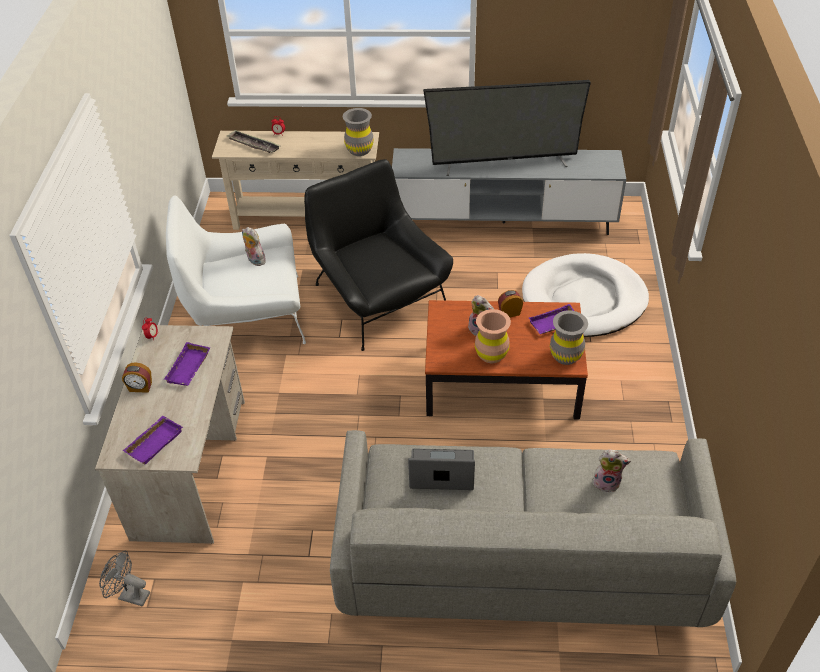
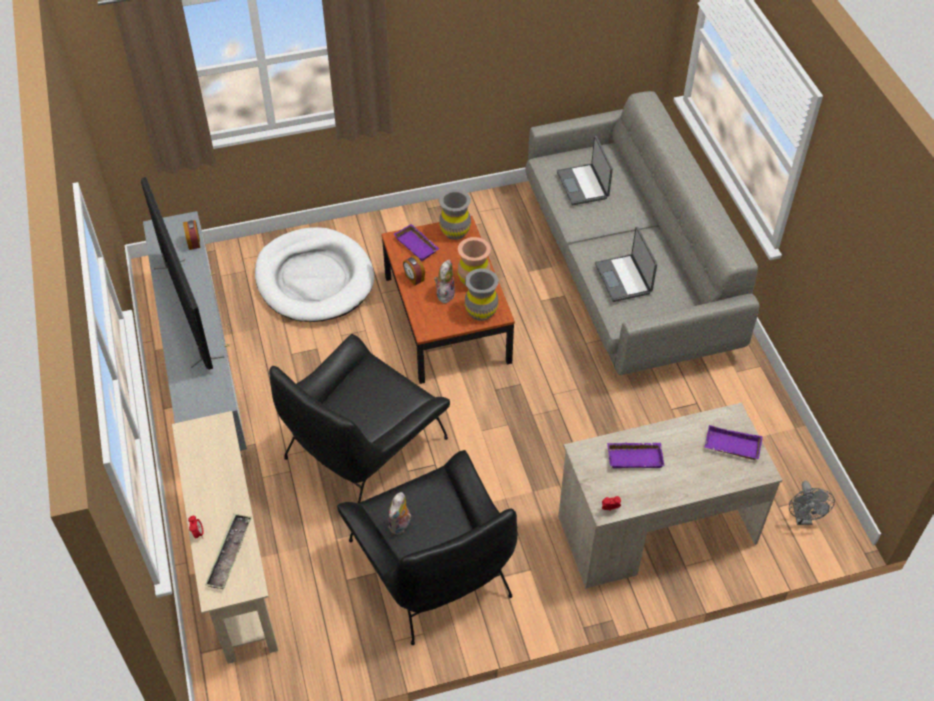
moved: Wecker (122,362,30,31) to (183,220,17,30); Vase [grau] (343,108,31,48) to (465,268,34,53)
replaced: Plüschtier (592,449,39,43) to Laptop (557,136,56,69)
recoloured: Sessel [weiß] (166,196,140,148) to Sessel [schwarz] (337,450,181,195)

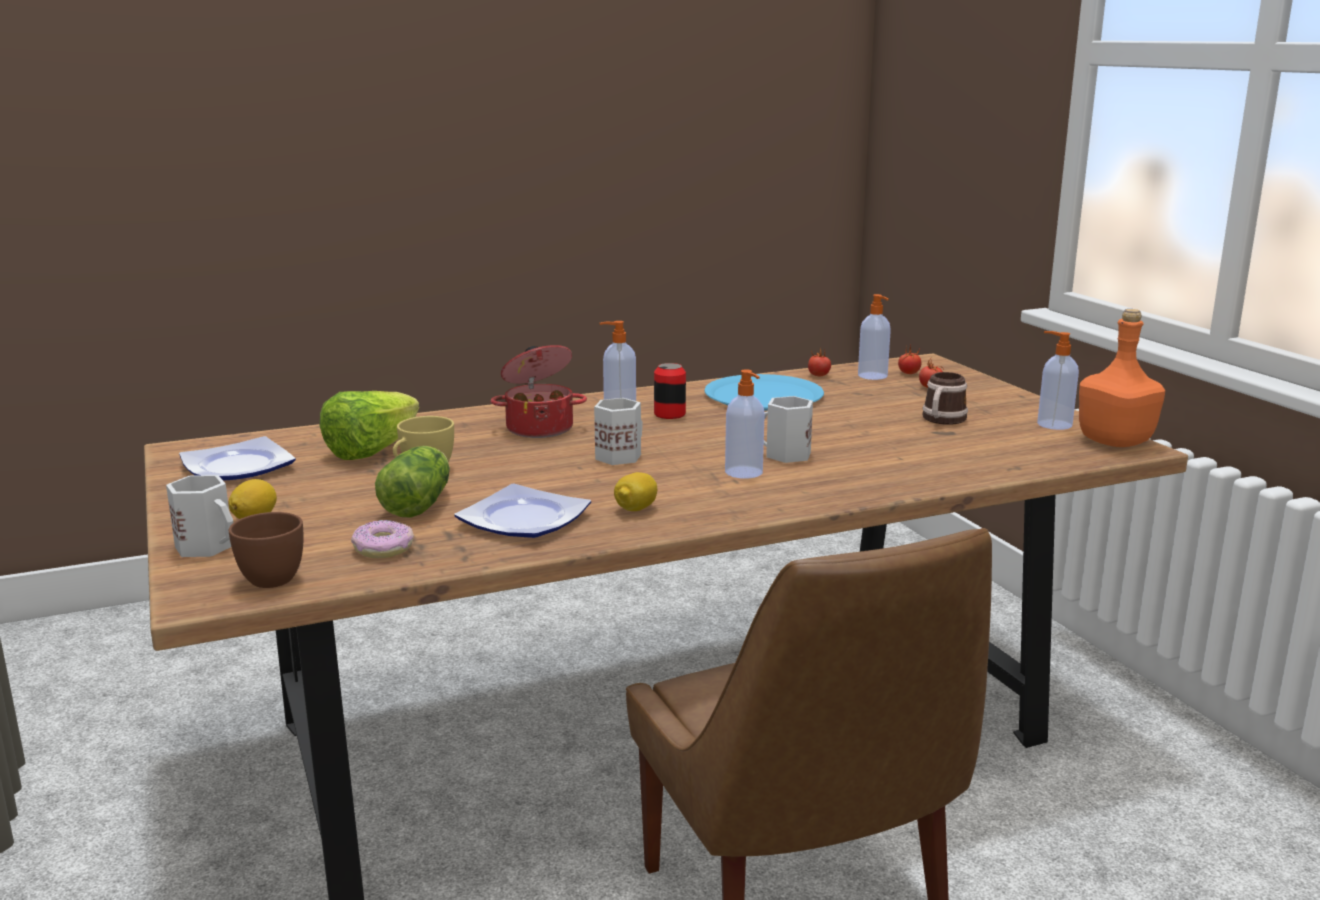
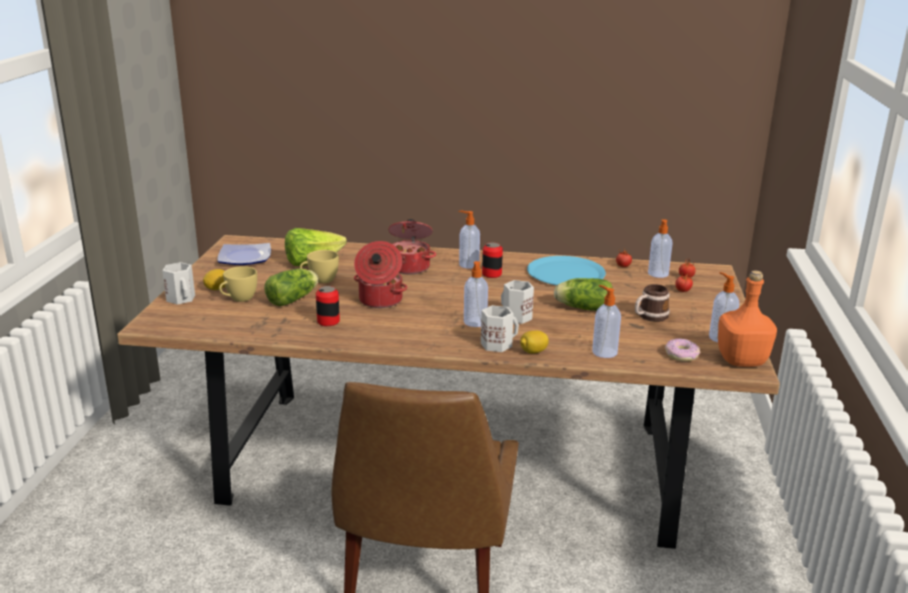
removed: Tasse [braun] (229,512,75,76)
added: Tasse [gelb] (219,266,38,36); Kochtopf (354,241,53,67); Salatkopf (554,278,59,33); Seifenspender (592,285,29,73)
moved: Henkelbecher [weiß] (594,398,49,67) to (481,305,38,47); Zitrone (614,472,43,39) to (520,331,29,23); Donut (351,520,63,38) to (665,338,35,24)
replaced: Teller (454,484,137,54) to Dose (316,286,24,40)

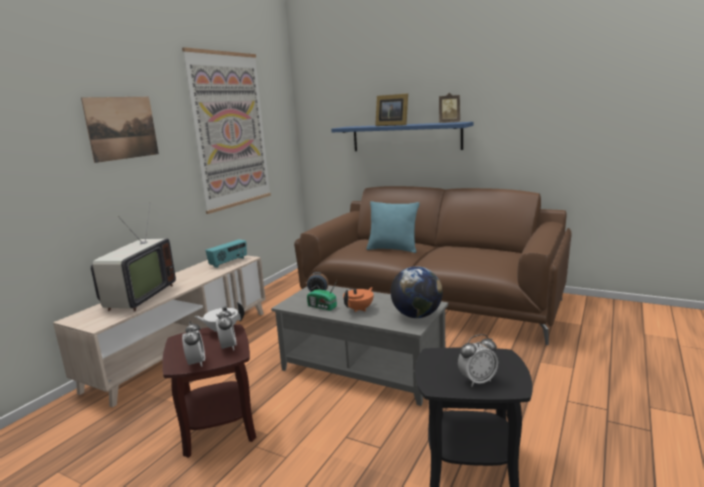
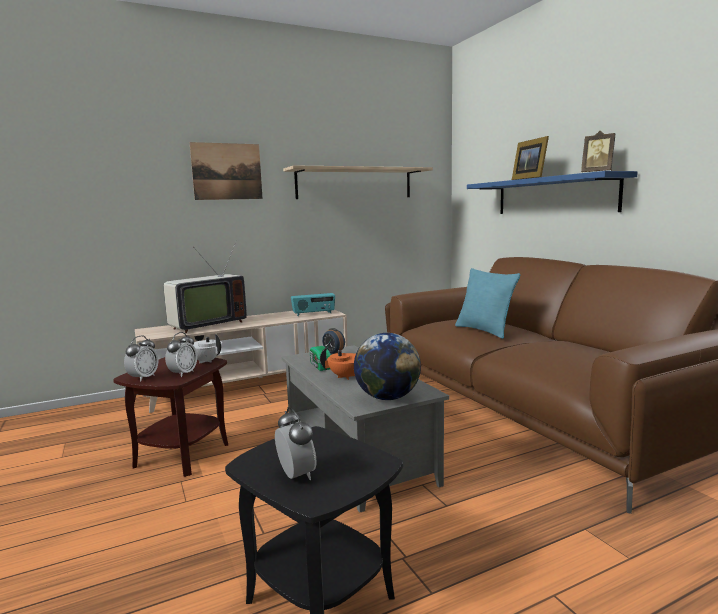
replaced: Bild (182,47,89,167) to Wandregal (283,165,150,34)
turned: Wecker (458,334,40,53) = (275,407,42,73) 135 degrees counterclockwise

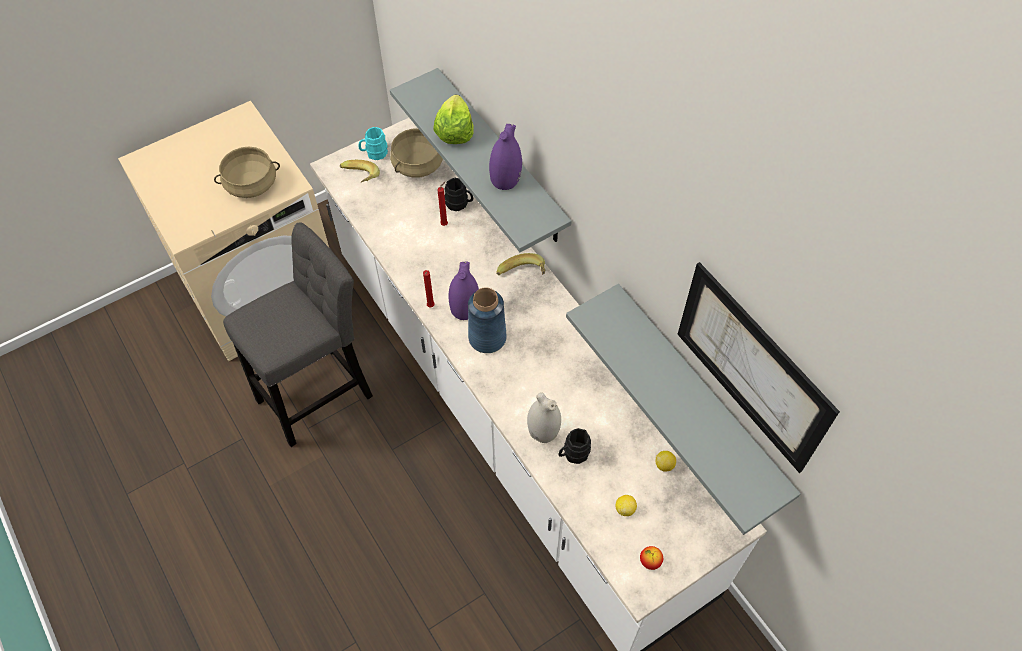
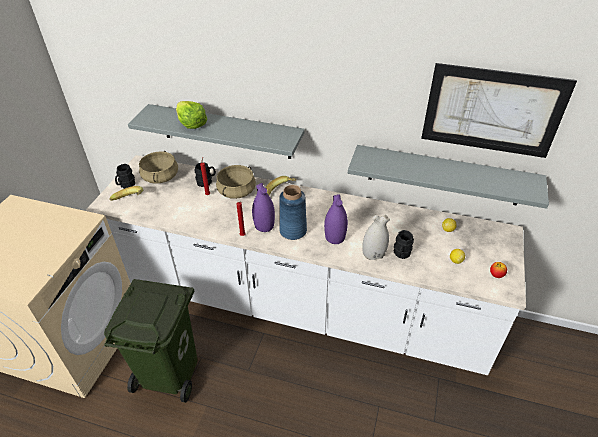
moved: Kochtopf [beige] (214,146,66,52) to (216,165,40,34); Vase [lila] (489,124,33,66) to (324,194,24,50)
replaced: Hocker [grau] (223,223,150,224) to Mülleimer [grün] (104,279,94,124)
recoloured: Henkelbecher [türkis] (358,127,30,33) to Henkelbecher [schwarz] (115,164,20,25)

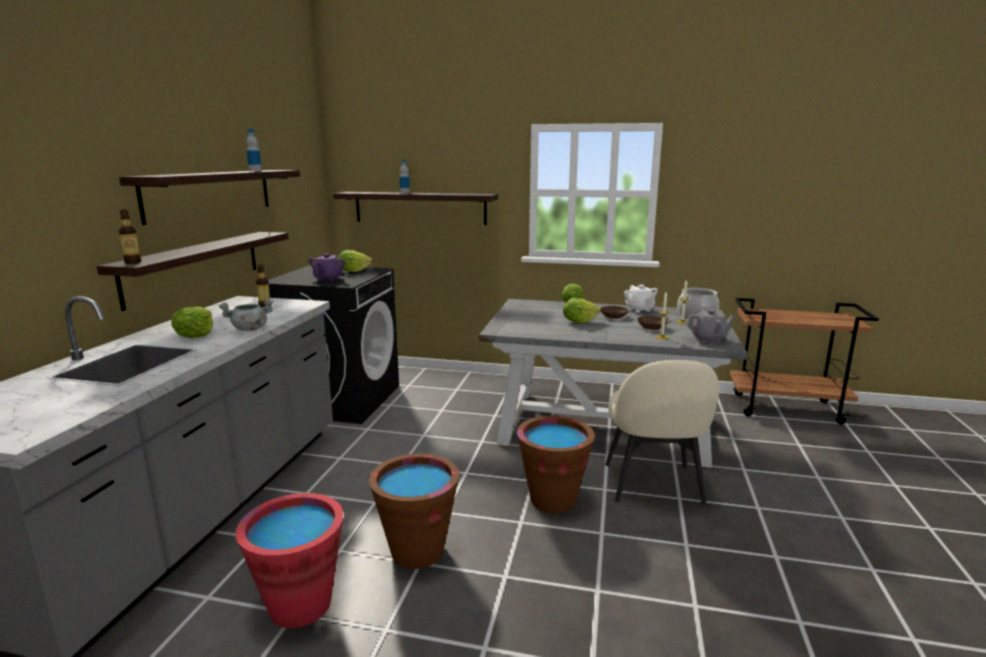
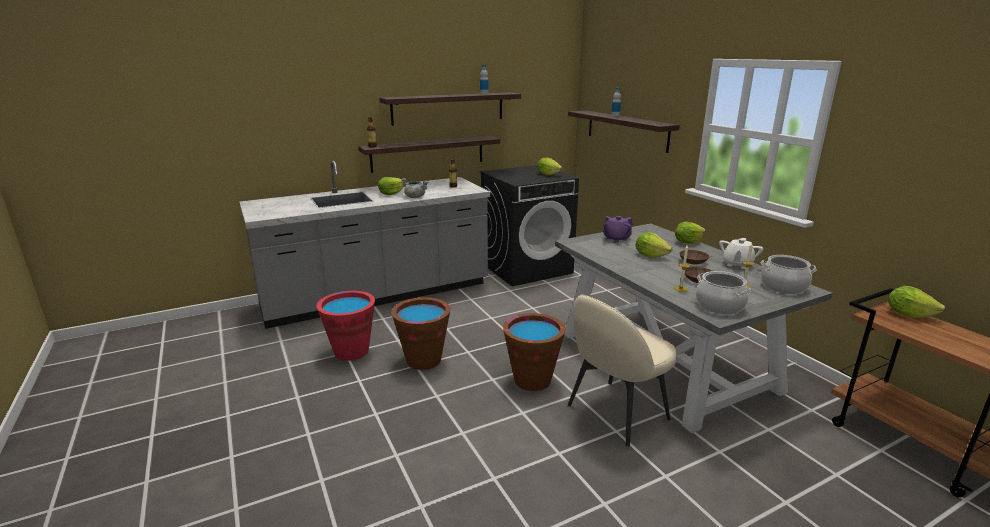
added: Salatkopf (888,286,57,32)
moved: Teekanne [lila] (308,254,38,28) to (603,216,30,27)
replaced: Teekanne [grau] (686,309,50,34) to Kochtopf (696,271,56,44)

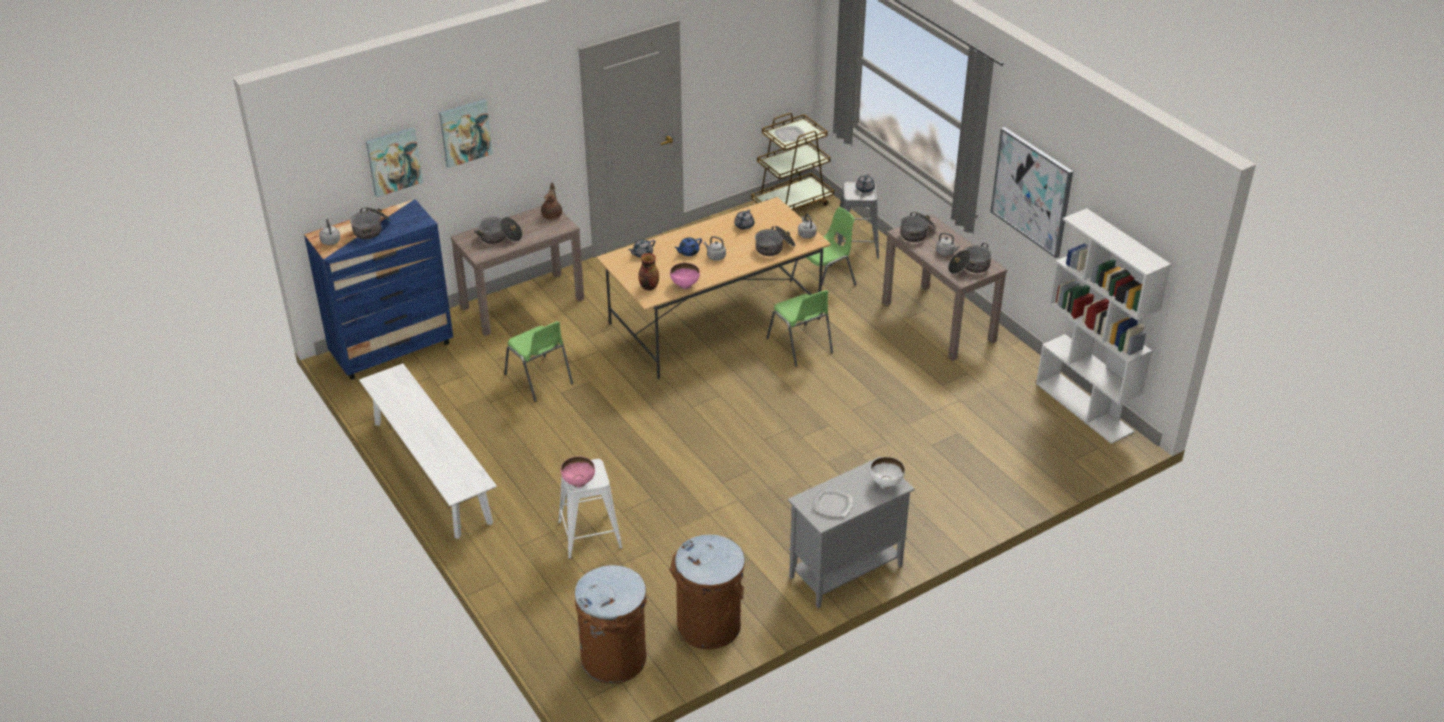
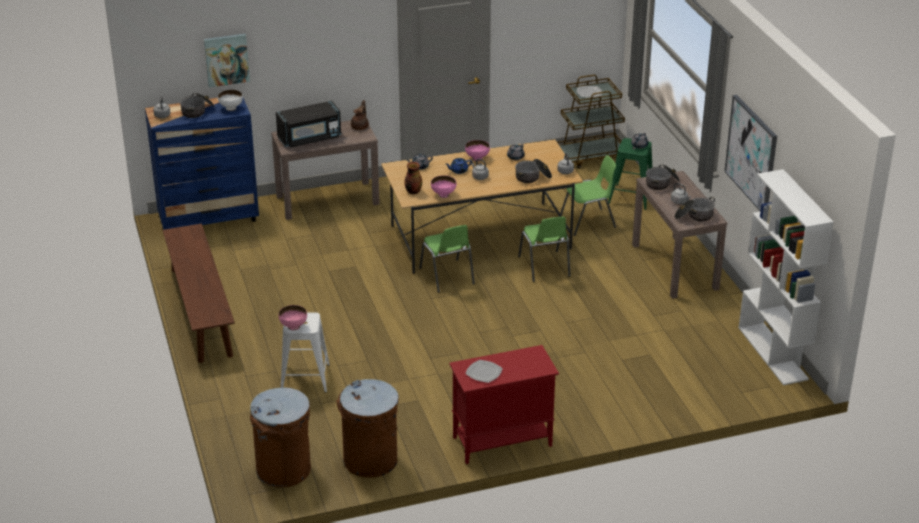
removed: Bild (439,99,54,69)
added: Schüssel [rosa] (465,140,25,21)
moved: Schüssel [weiß] (870,457,35,32) to (218,90,25,21); Stuhl [grün] (504,321,69,81) to (419,225,56,68)
replaced: Kochtopf (474,217,48,27) to Mikrowelle [schwarz] (276,101,65,46)
recoloured: Bank [weiß] (359,364,138,175) to Bank [braun] (163,224,72,139); Schrank [grau] (788,457,127,151) to Schrank [rot] (449,345,110,119); Hocker [grau] (835,182,44,77) to Hocker [grün] (608,138,44,72)

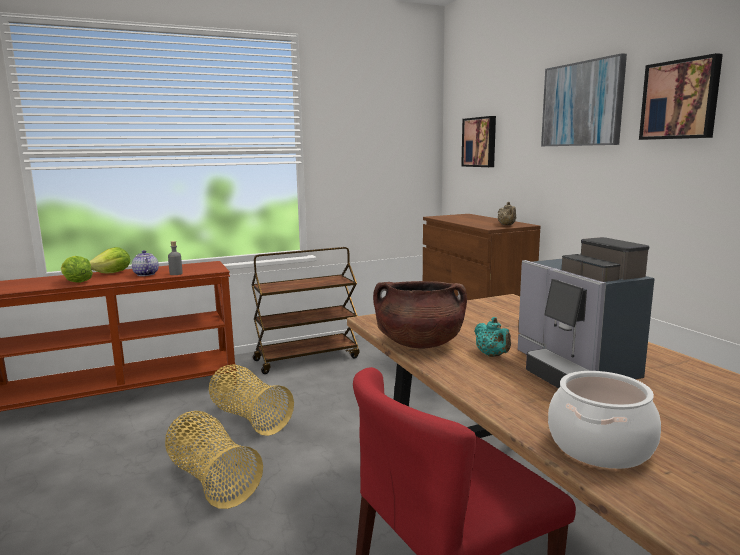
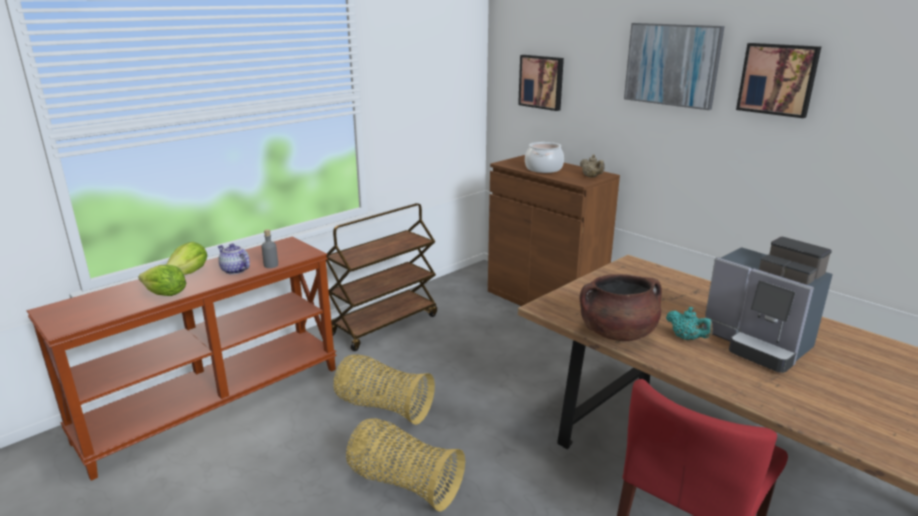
moved: Kochtopf (548,371,113,98) to (525,142,39,31)

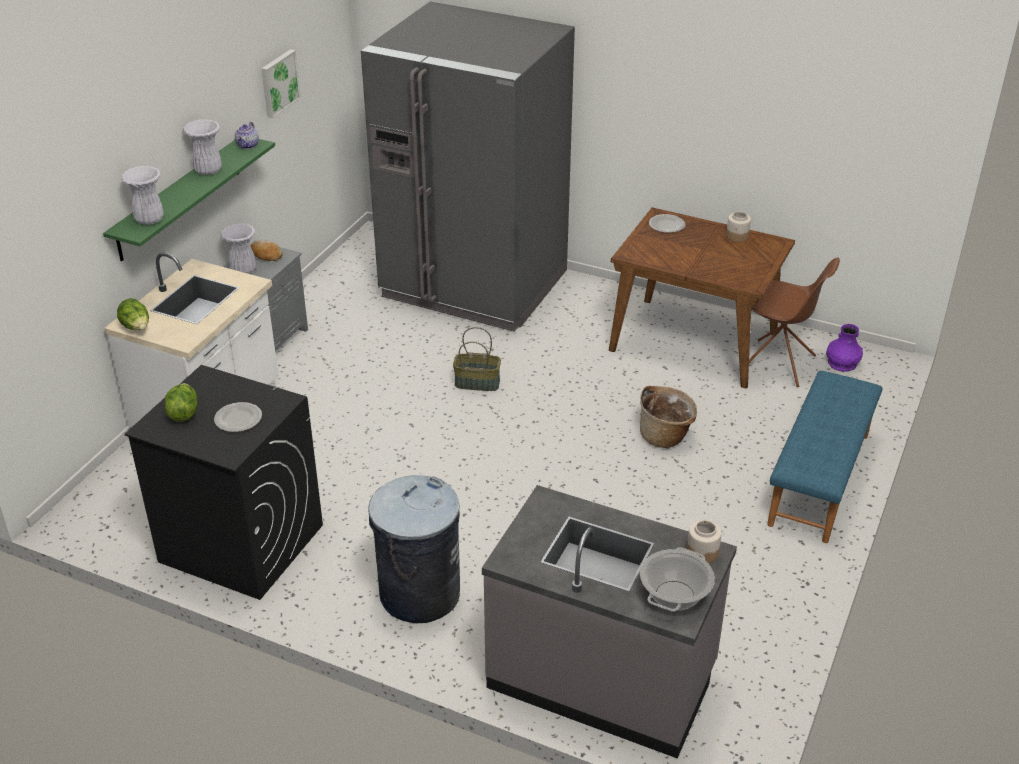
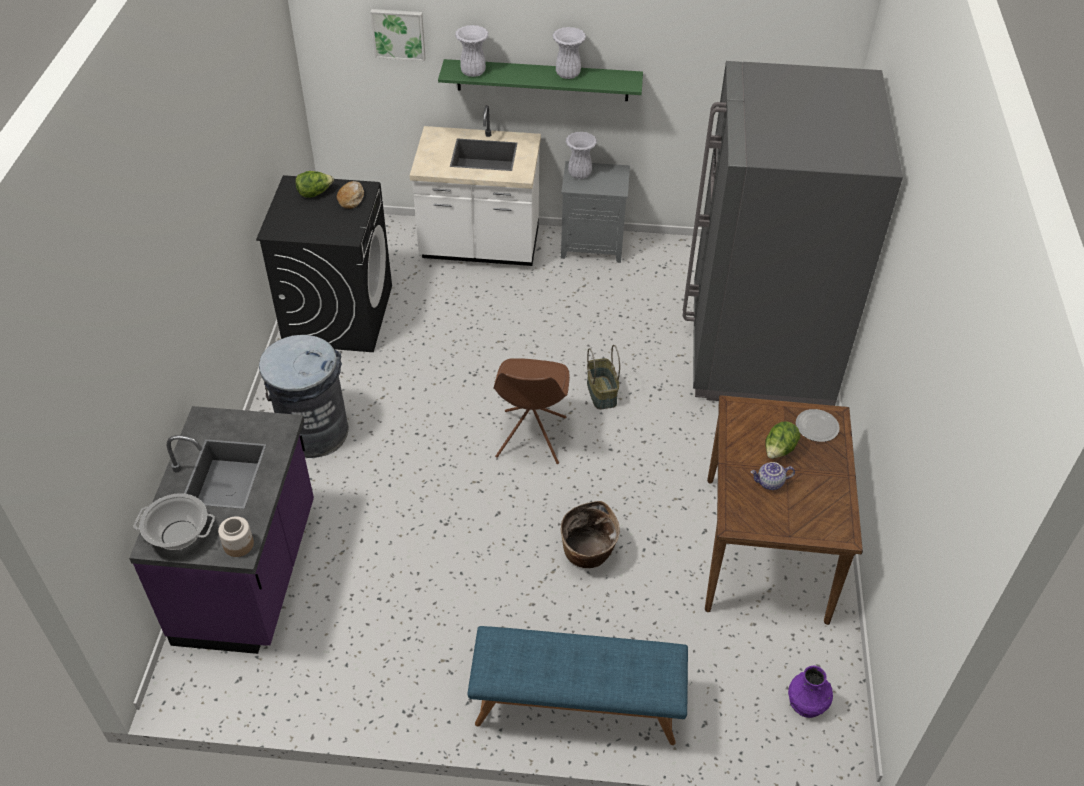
removed: Teller (214,402,48,30); Vorratsglas (726,211,25,31)
moved: Brot (250,240,33,21) to (337,181,27,28); Bild (261,49,40,70) to (370,9,56,52); Stuhl [braun] (739,257,101,130) to (493,358,77,106); Teekanne (235,122,24,27) to (751,462,44,28); Salatkopf (117,298,32,32) to (765,421,35,38)
recoloured: Küchenzeile [grau] (482,485,255,274) to Küchenzeile [lila] (129,406,185,248)

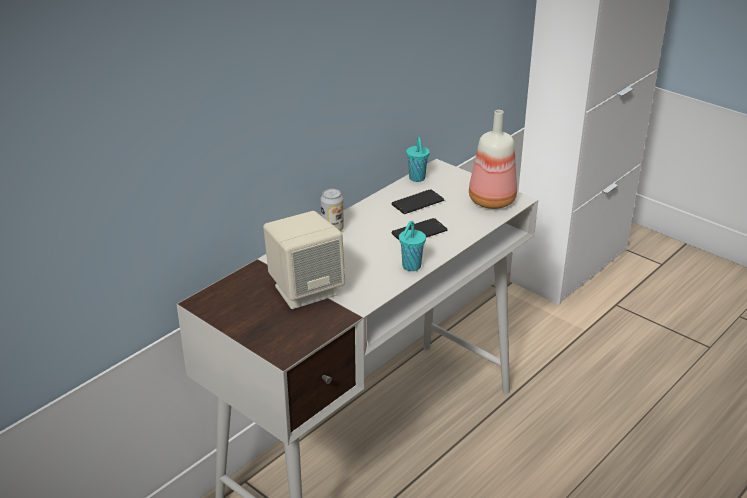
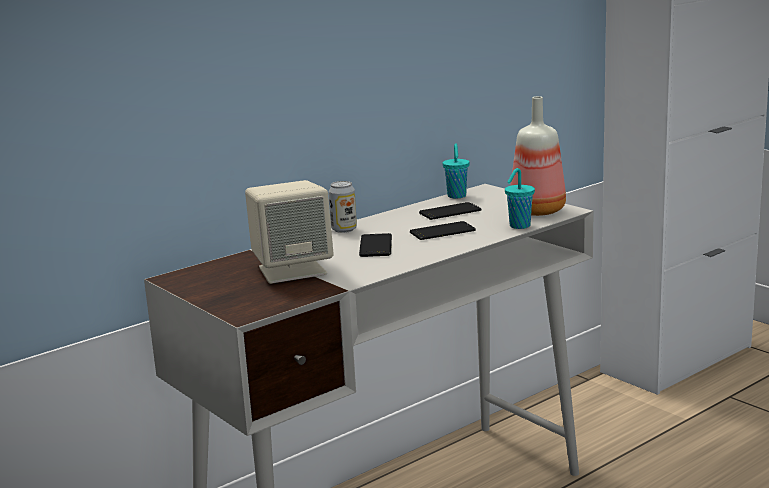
added: Handy (359,233,33,24)
moved: Tasse [türkis] (399,221,27,50) to (505,168,30,61)

